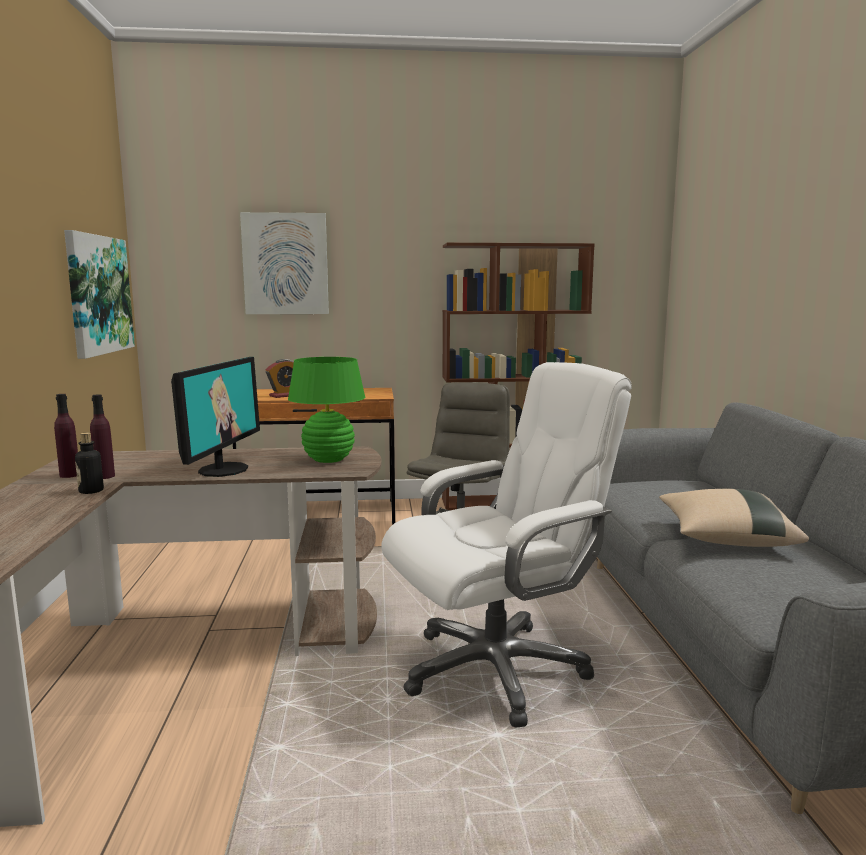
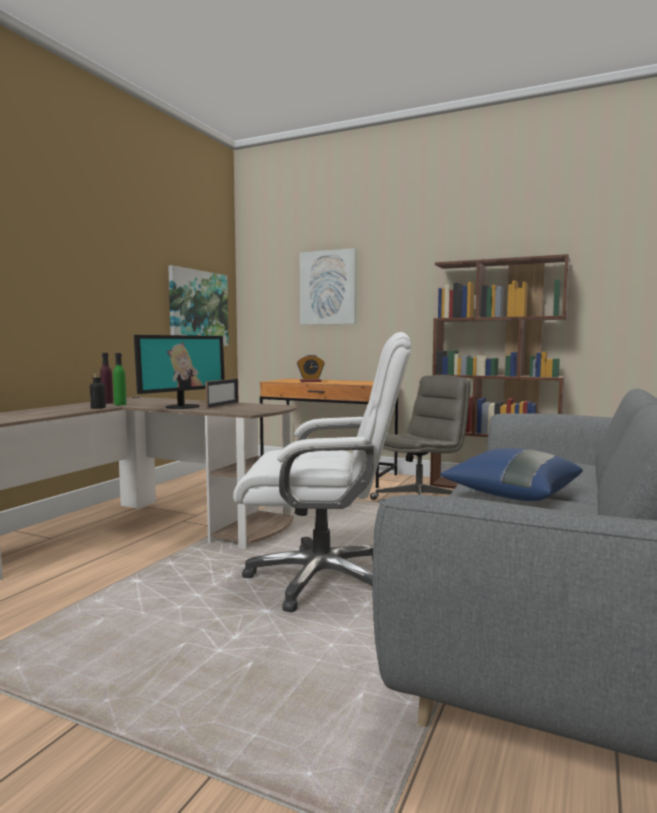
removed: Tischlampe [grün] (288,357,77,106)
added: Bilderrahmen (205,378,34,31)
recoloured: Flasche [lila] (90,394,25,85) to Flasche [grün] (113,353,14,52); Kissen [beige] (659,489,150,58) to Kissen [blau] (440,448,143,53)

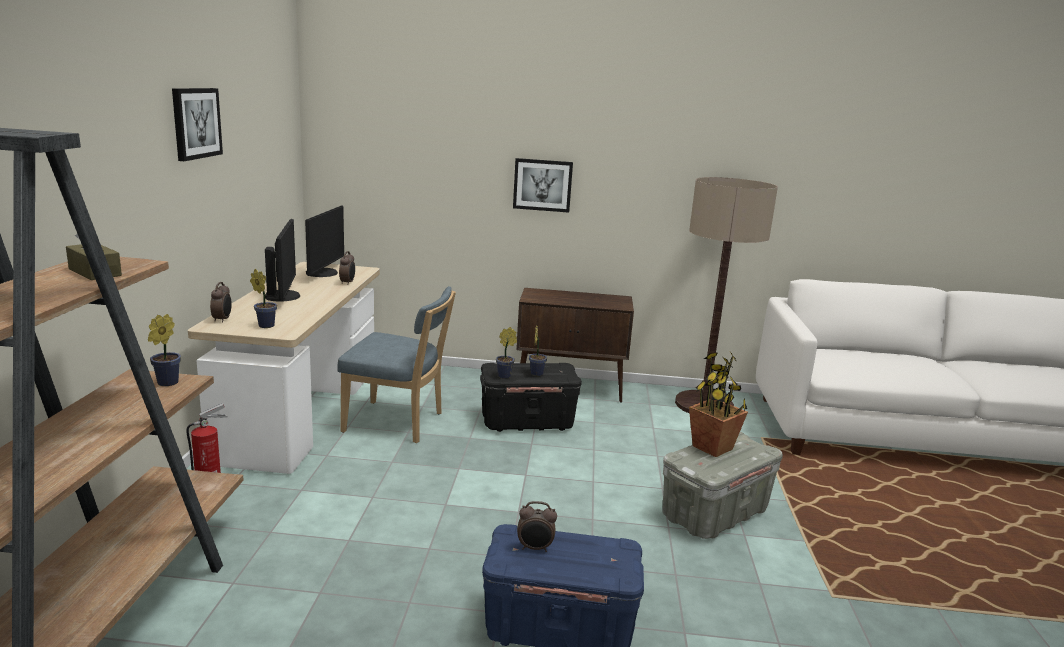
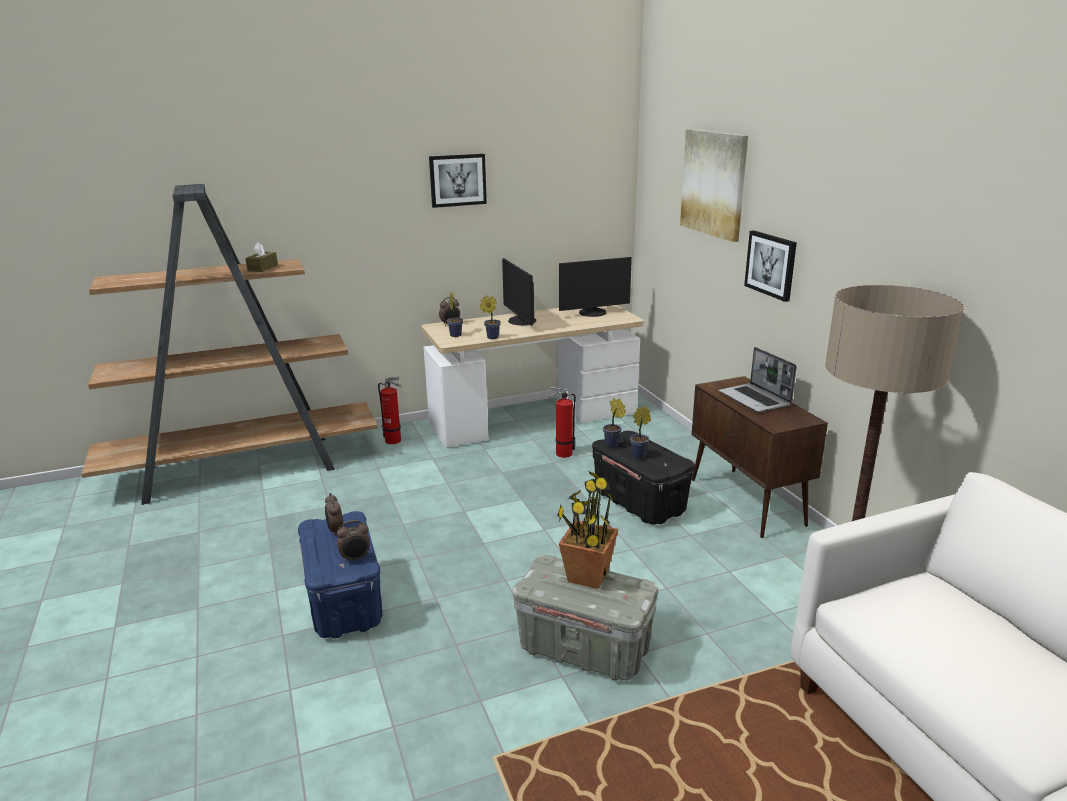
added: Bild (680,129,68,113); Laptop (719,347,78,65)
moved: Wecker (339,251,16,34) to (337,520,33,42); Topfpflanze (148,314,33,72) to (480,295,21,44)
replaced: Stuhl [blau] (337,286,119,157) to Feuerlöscher (548,387,28,71)
turned: Monitor (265,219,35,83) = (502,258,34,68) 105 degrees clockwise

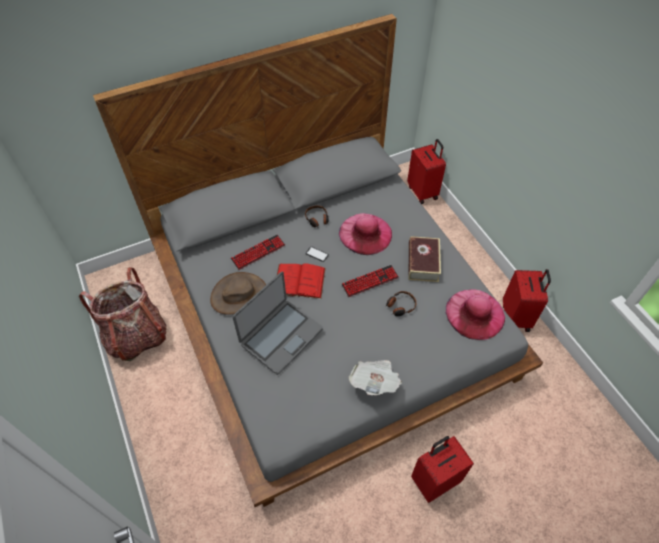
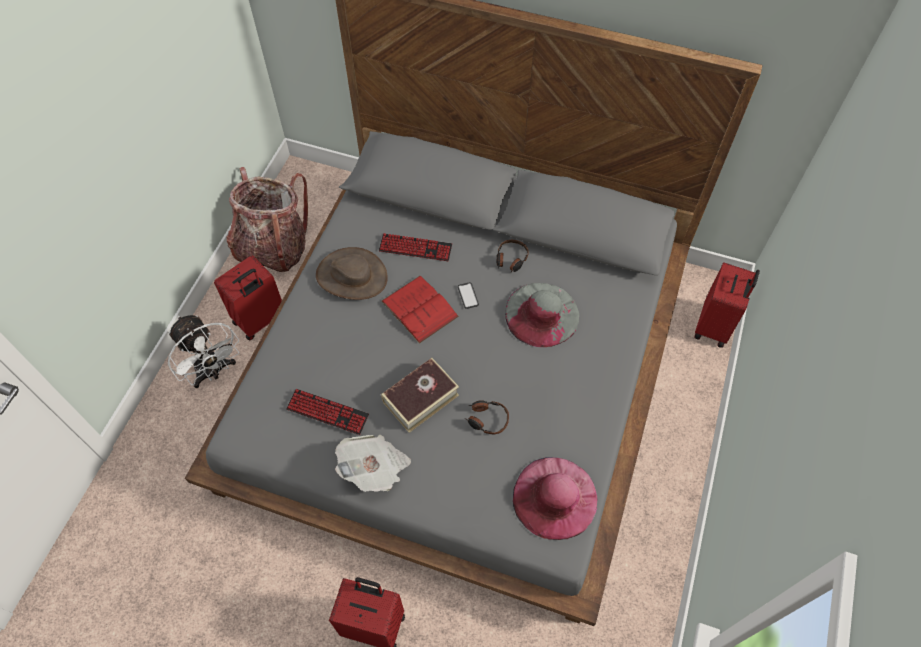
removed: Laptop (233,272,90,103)
added: Ventilator [weiß] (168,315,71,73)
moved: Koffer [rot] (503,269,48,63) to (214,255,68,86); Tastatur (341,265,58,32) to (286,389,83,46); Buch (408,236,33,46) to (381,358,78,75)
recoloured: Hut [rosa] (339,213,53,42) to Hut [grau] (505,283,74,64)

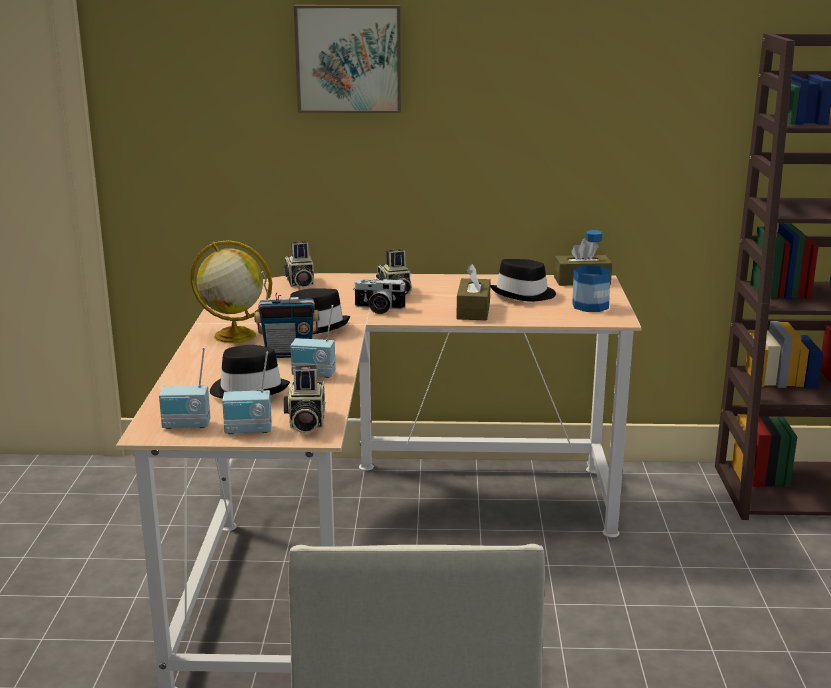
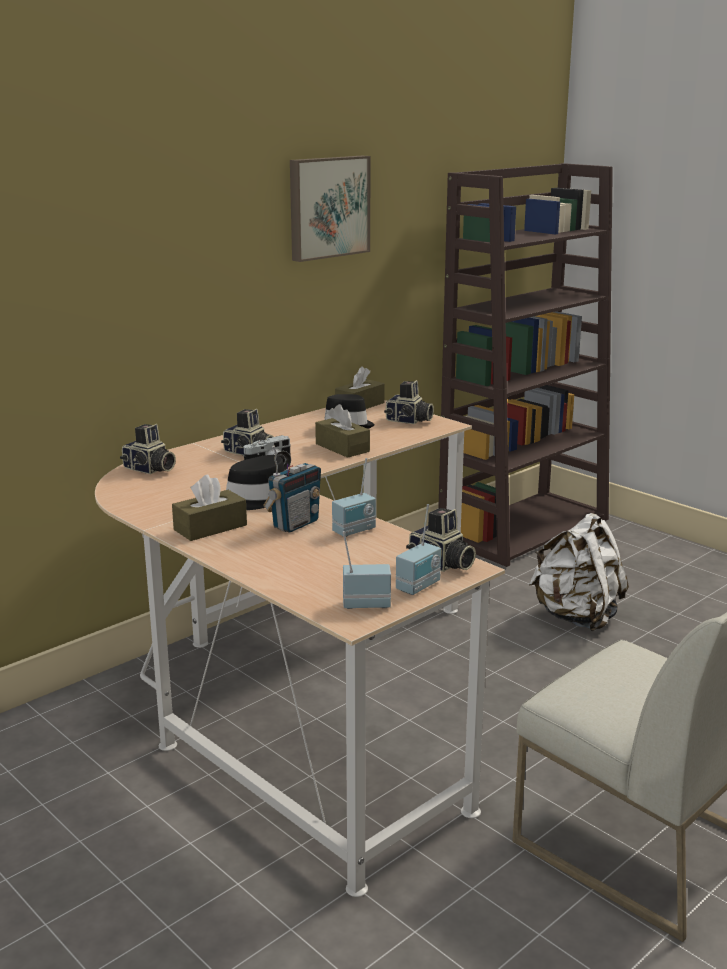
removed: Hut [schwarz] (210,345,80,54)
added: Rucksack [weiß] (529,513,100,118)
moved: Bild (294,5,107,108) to (290,156,80,106)
replaced: Globus (190,240,82,103) to Taschentuchbox [braun] (172,474,75,67); Flasche (572,230,39,82) to Kamera (384,380,50,44)
turned: Radio (159,347,51,82) = (343,531,48,78) 135 degrees counterclockwise

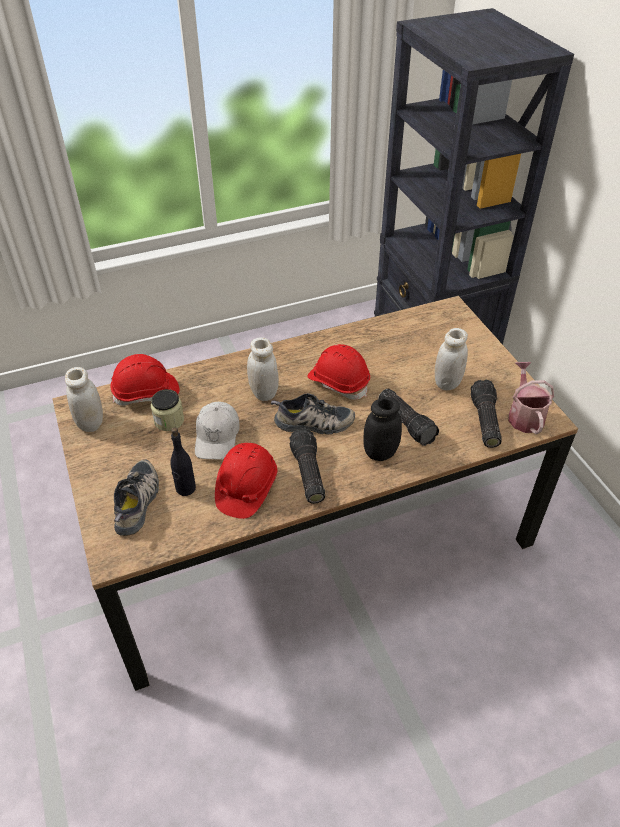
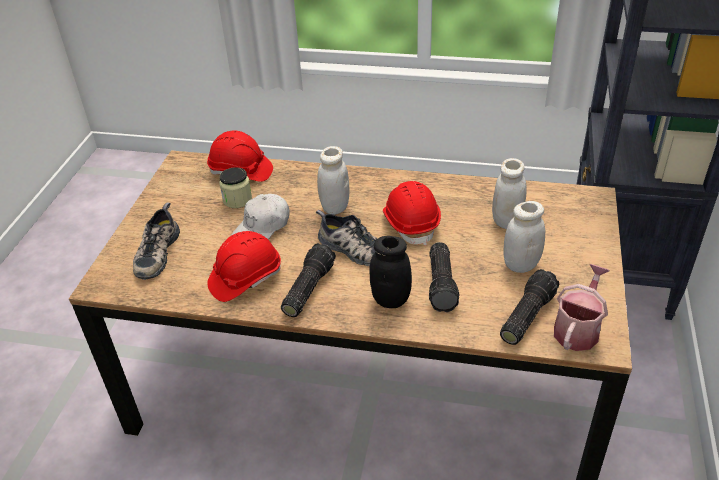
removed: Flasche [schwarz] (170,427,26,69)
moved: Vorratsglas [weiß] (65,367,38,65) to (492,158,35,71)
turned: Schuh (114,460,45,76) = (133,202,47,78) 150 degrees clockwise

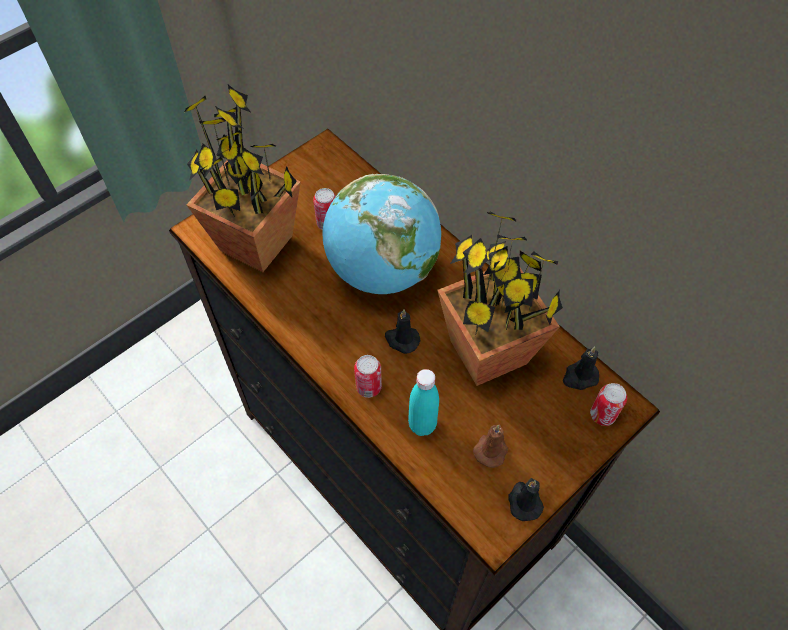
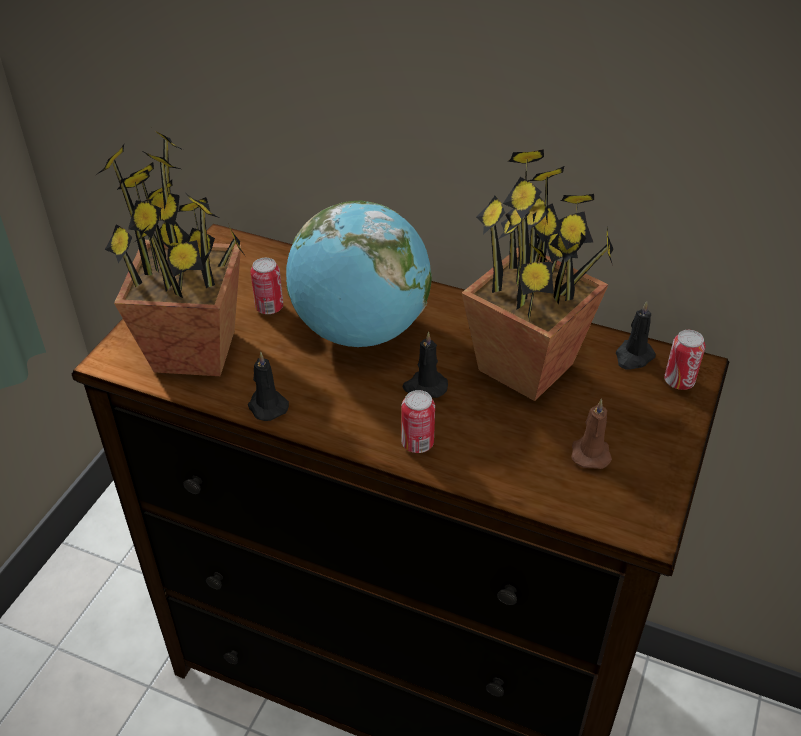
removed: Flasche [türkis] (408,369,31,67)
moved: Kerze [schwarz] (508,478,36,43) to (248,352,41,69)

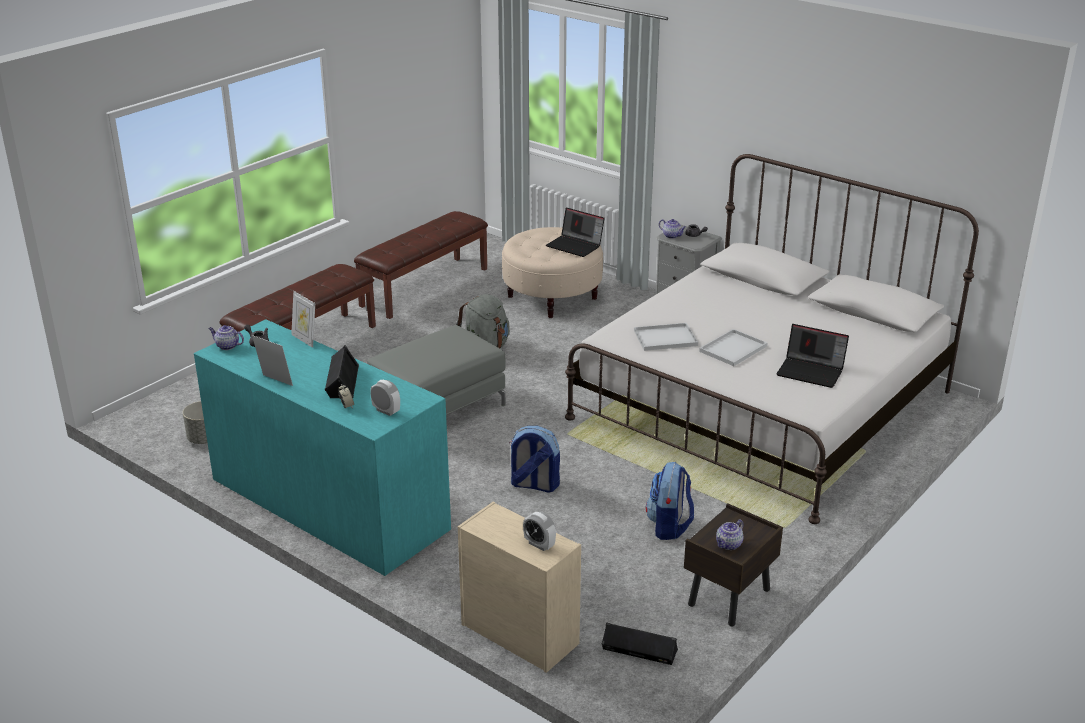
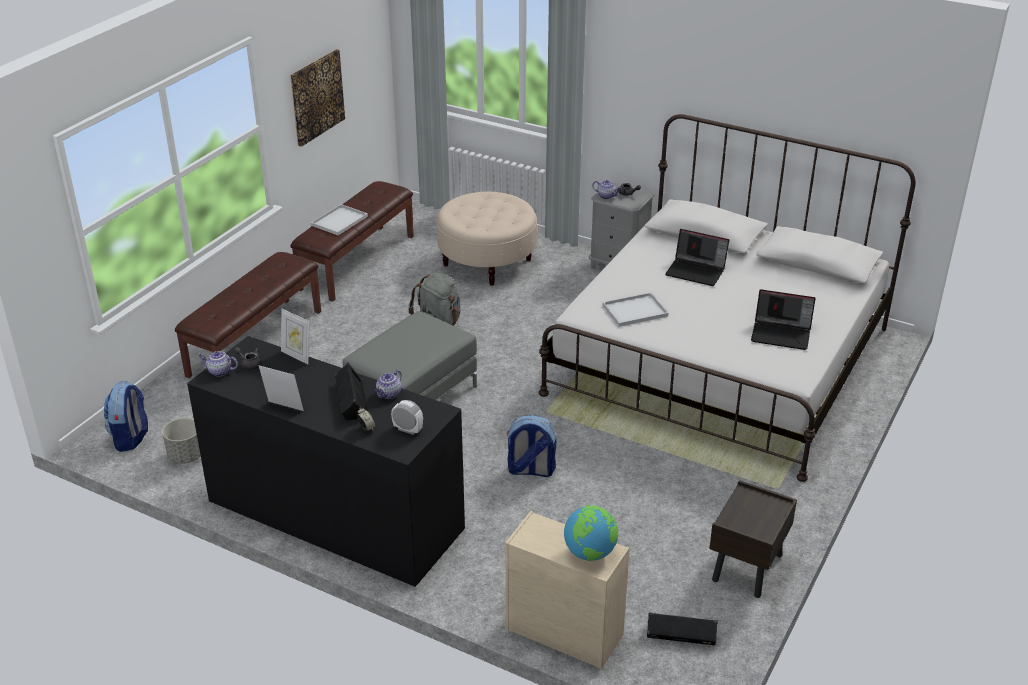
added: Bild (290,49,55,98)
moved: Rucksack (646,462,48,78) to (104,381,44,71); Tablett [weiß] (699,329,68,37) to (311,204,57,31); Teekanne (716,519,27,31) to (375,370,27,29); Laptop (546,207,59,50) to (665,229,64,57)
replaced: Wecker (523,512,33,39) to Globus (564,506,54,55)
recoloured: Kommode [türkis] (194,319,257,257) to Kommode [schwarz] (187,336,278,251)

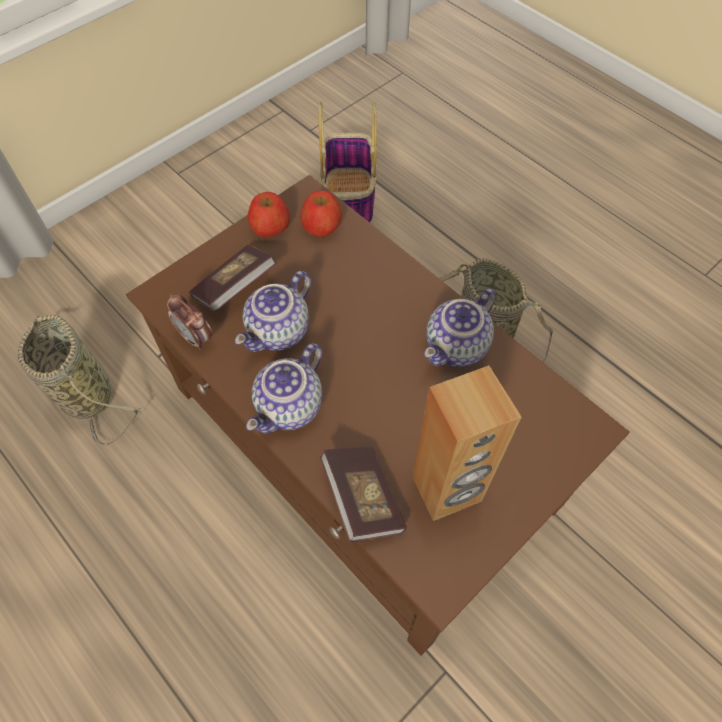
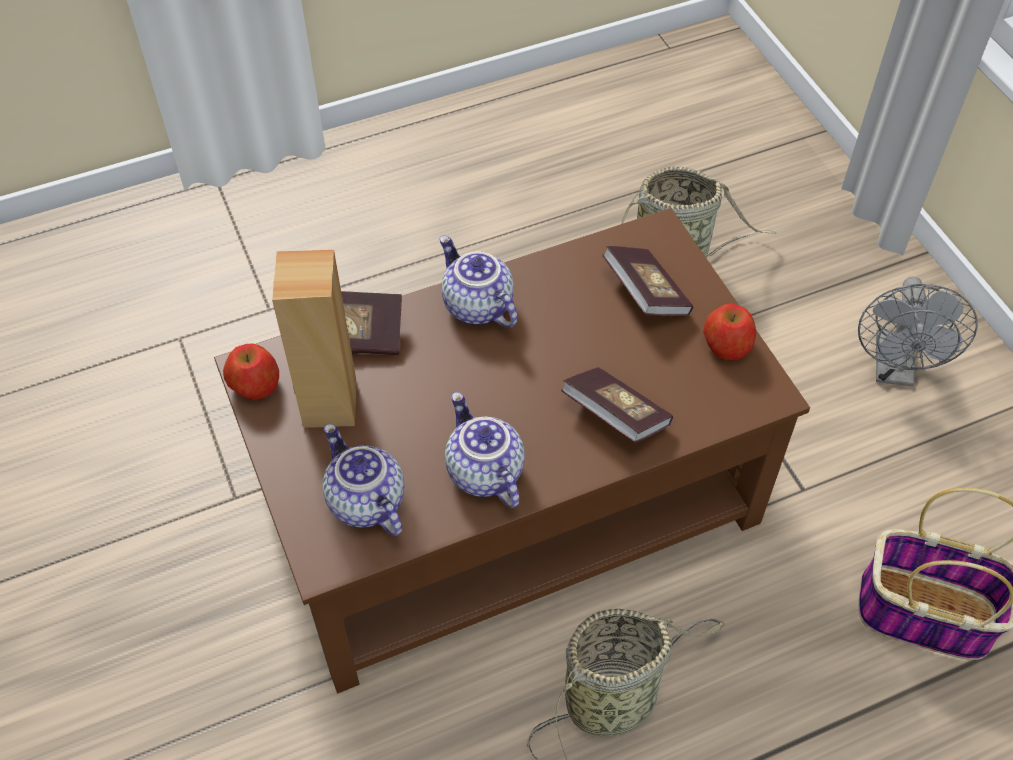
removed: Wecker (167,294,46,56)
added: Buch (561,367,112,76); Ventilator [grau] (858,276,120,111)
moved: Apfel (300,191,42,46) to (223,343,56,57); Teekanne (235,271,76,81) to (323,424,81,112)

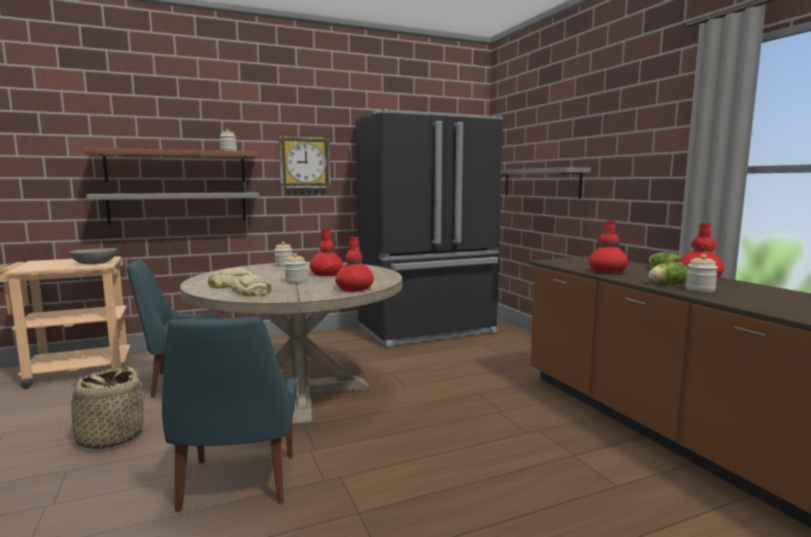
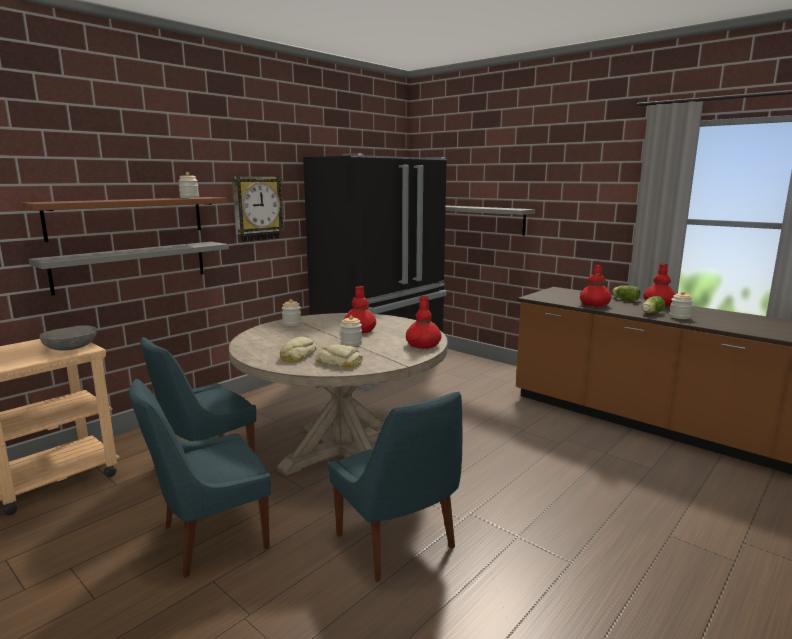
replaced: Korb (57,367,95,83) to Stuhl [blau] (129,379,142,199)

